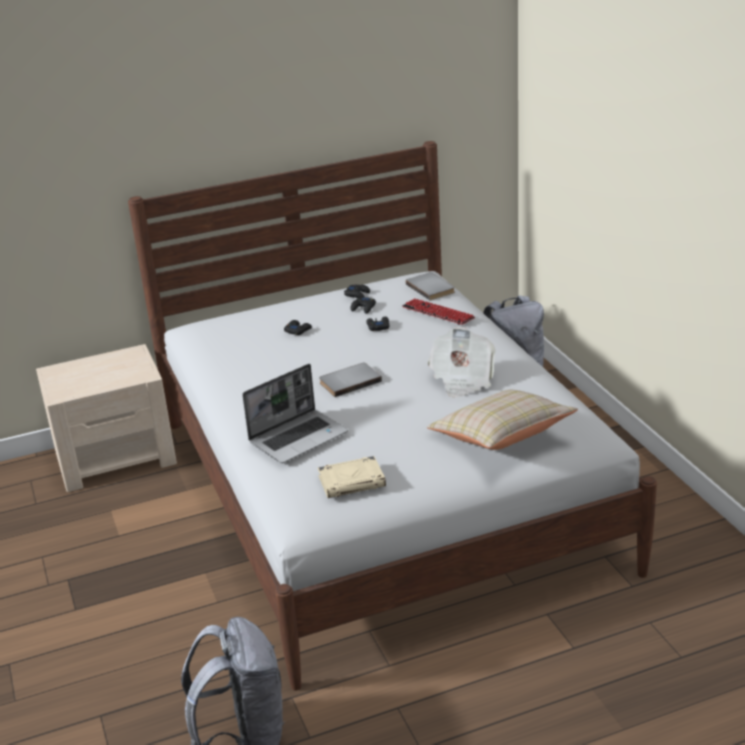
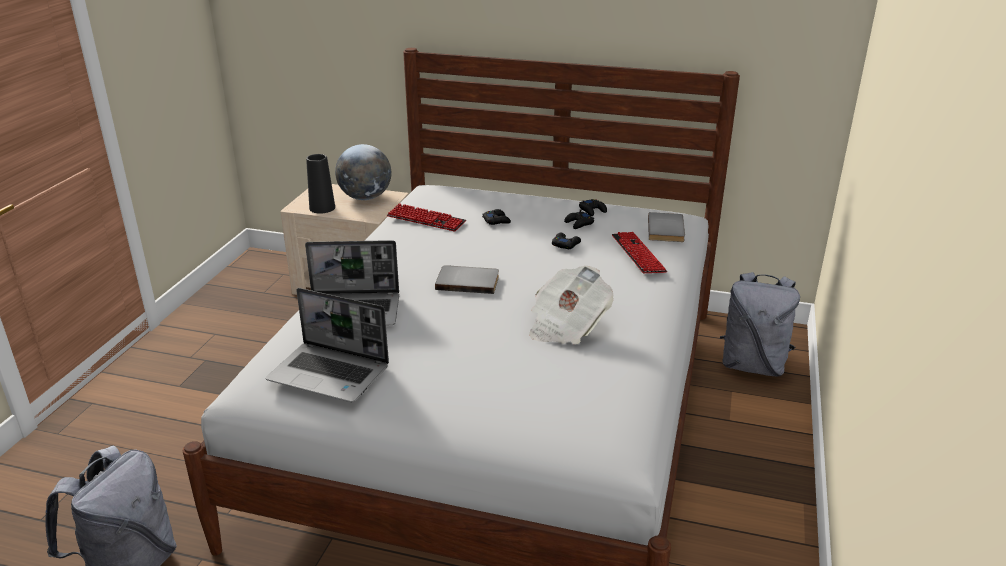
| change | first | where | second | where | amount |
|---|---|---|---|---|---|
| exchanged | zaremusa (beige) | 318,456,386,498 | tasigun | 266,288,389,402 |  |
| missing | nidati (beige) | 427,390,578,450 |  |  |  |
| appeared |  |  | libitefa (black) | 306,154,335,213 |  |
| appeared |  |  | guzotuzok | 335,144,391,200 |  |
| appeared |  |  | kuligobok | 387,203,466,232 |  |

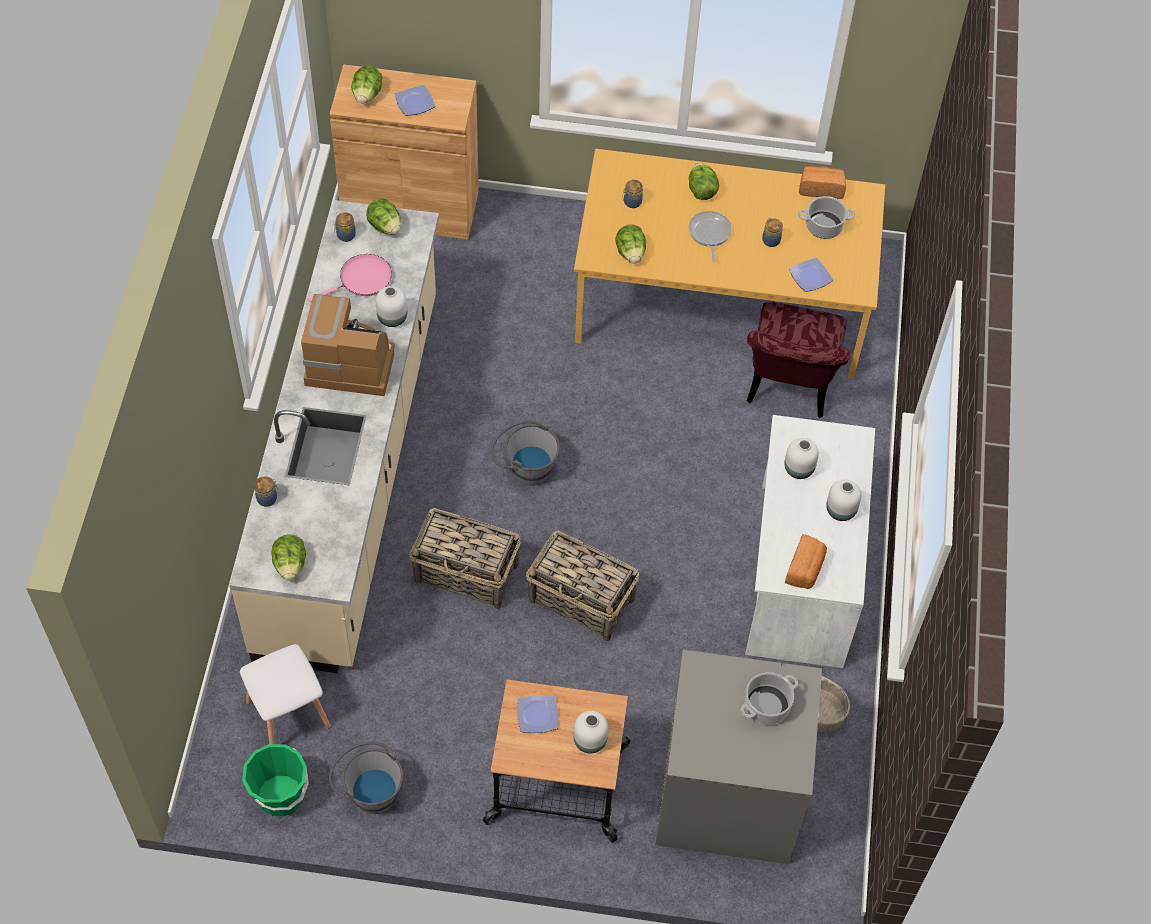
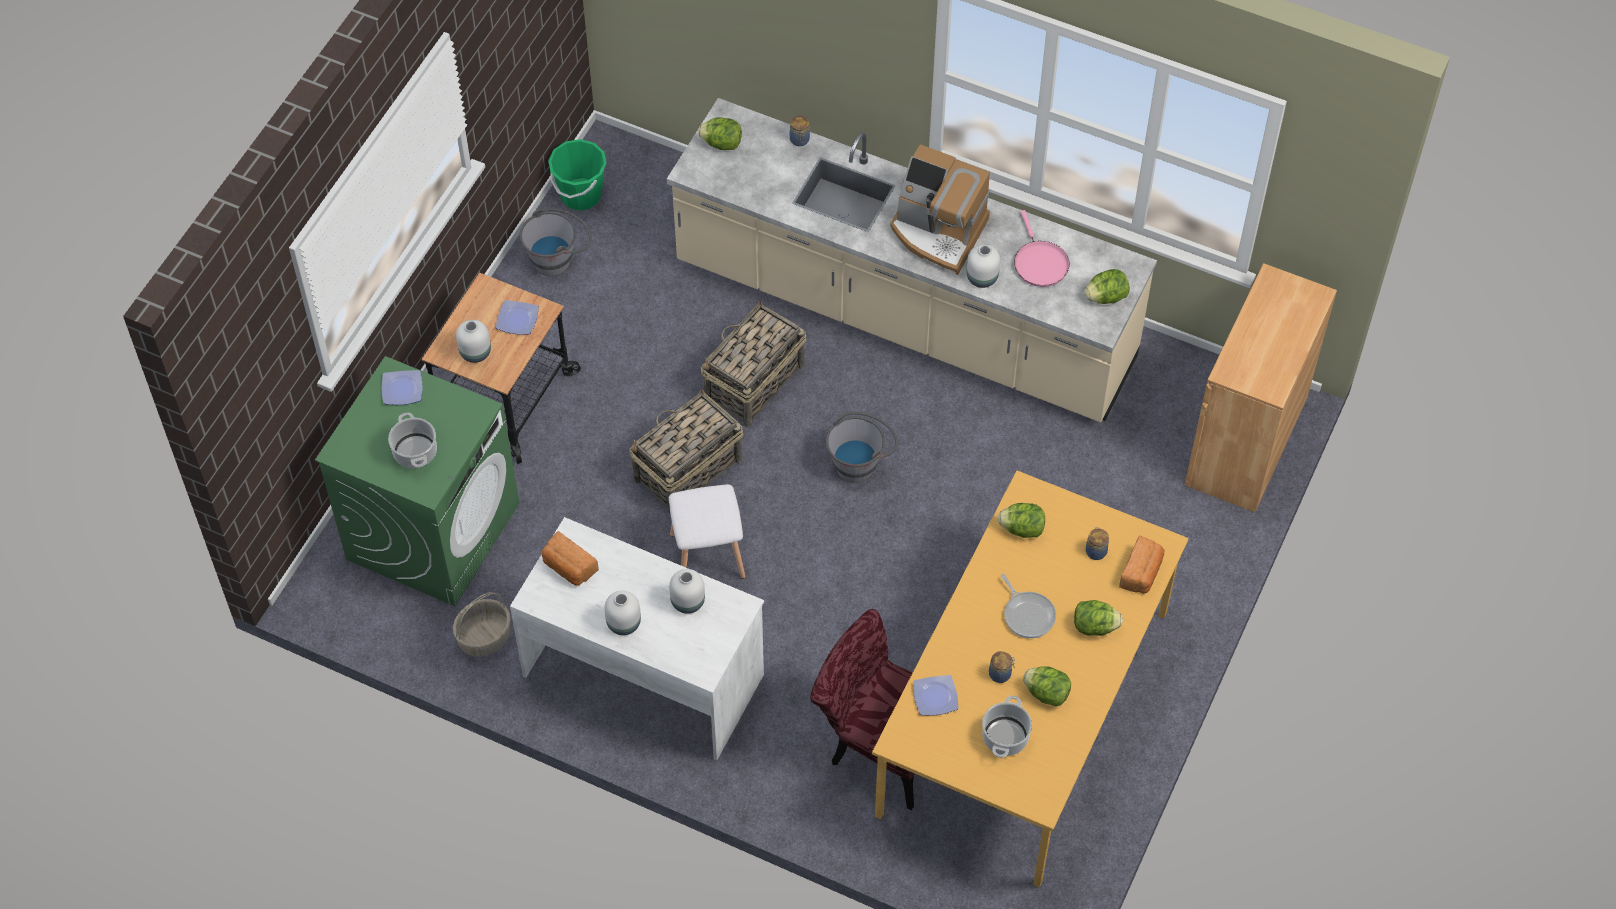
| change | first | where | second | where | amount |
|---|---|---|---|---|---|
| relocated | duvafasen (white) | 240,644,331,744 |  | 669,484,745,579 |  |
| spun | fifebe | 301,294,395,396 |  | 890,144,990,275 | 90 degrees clockwise |
| missing | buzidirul | 333,212,356,242 |  |  |  |
| relocated | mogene | 351,66,383,103 |  | 1023,666,1071,707 |  |
| relocated | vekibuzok | 395,85,435,116 |  | 382,370,423,405 |  |
| colour | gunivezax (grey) | 655,650,822,864 | gunivezax (green) | 315,356,519,606 |  |
| spun | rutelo | 689,211,732,262 |  | 1001,574,1056,638 | 45 degrees clockwise |
| relocated | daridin | 799,166,846,199 |  | 1119,535,1164,594 |  |

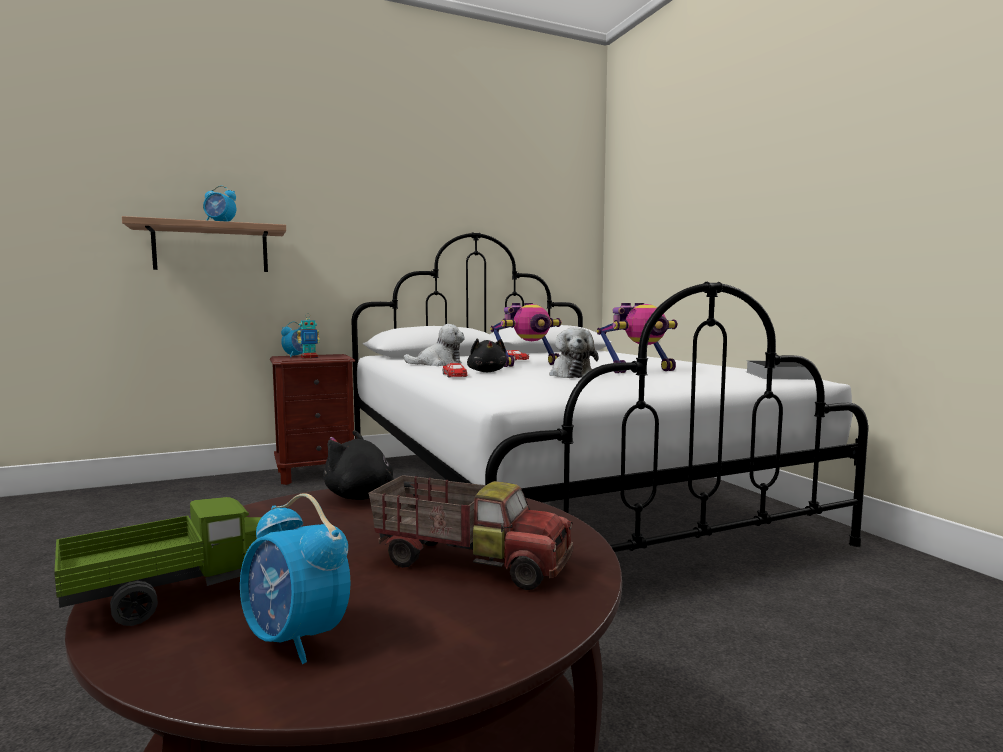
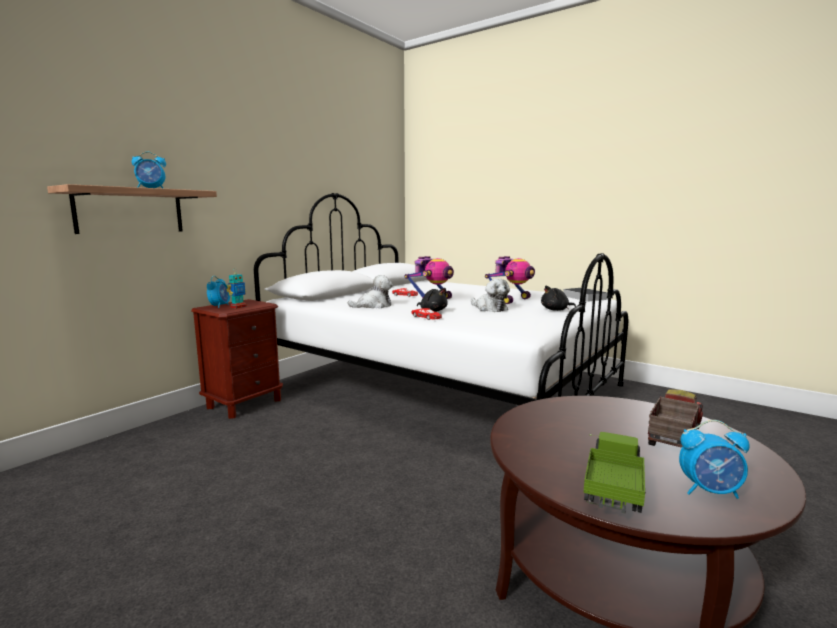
| change | first | where | second | where | amount |
|---|---|---|---|---|---|
| relocated | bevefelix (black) | 323,430,415,500 |  | 541,286,576,311 |  |
| spun | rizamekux | 368,475,573,590 |  | 648,390,703,448 | 45 degrees counterclockwise |

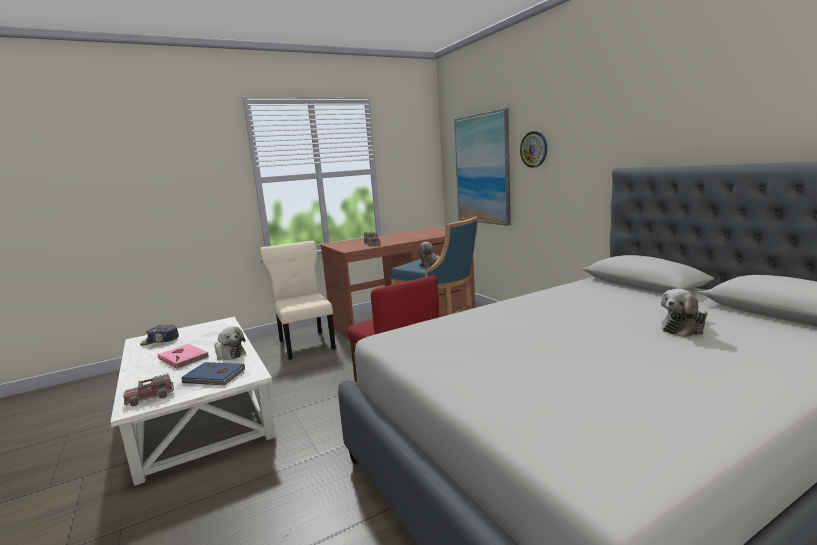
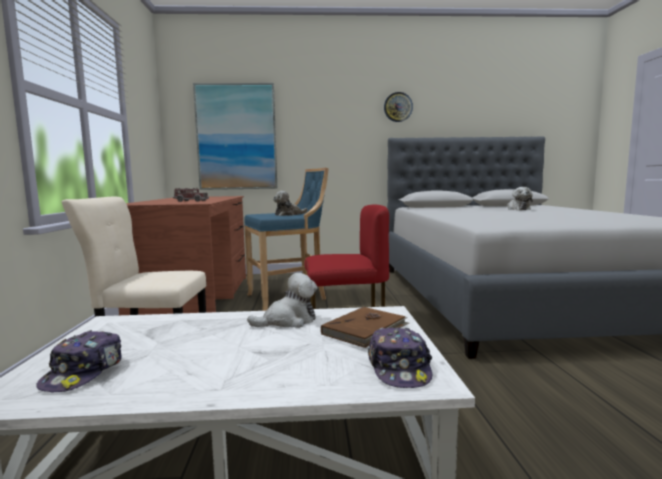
| change | first | where | second | where | amount |
|---|---|---|---|---|---|
| exchanged | rizamekux | 123,374,174,407 | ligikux | 368,327,432,388 |  |
| missing | zaremusa (pink) | 158,344,209,369 |  |  |  |
| colour | zaremusa (blue) | 181,362,245,385 | zaremusa (brown) | 321,307,409,348 |  |
| relocated | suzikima | 520,131,547,168 |  | 384,92,413,122 |  |

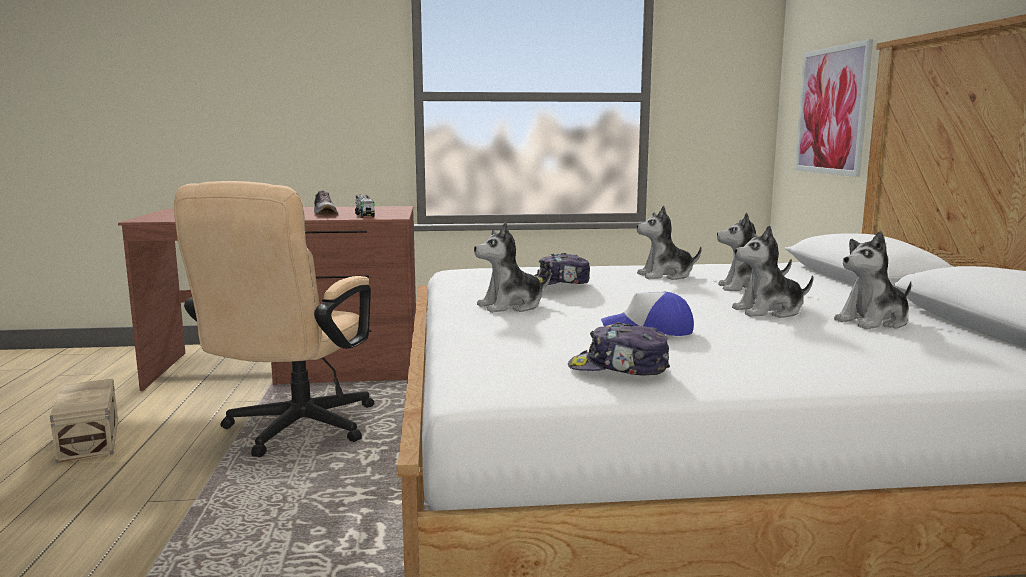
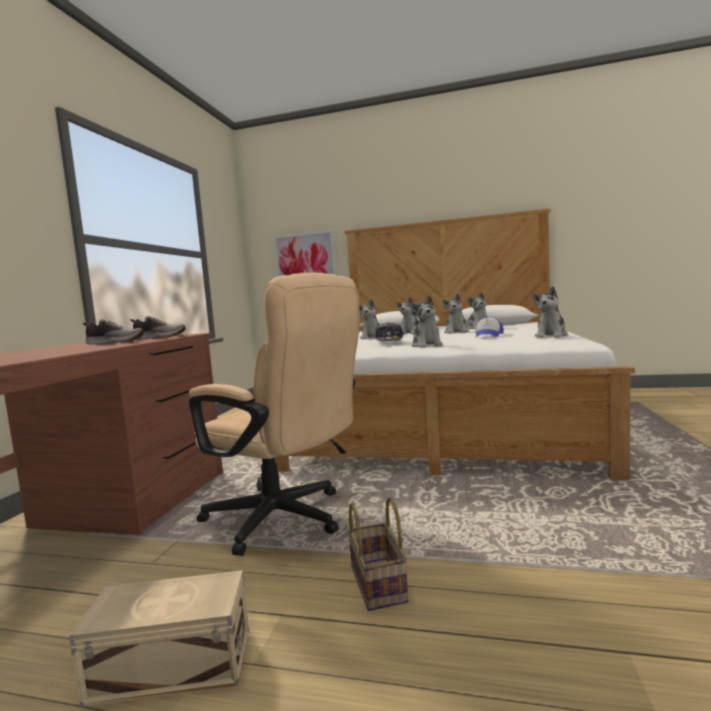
| change | first | where | second | where | amount |
|---|---|---|---|---|---|
| exchanged | rizamekux | 355,195,375,218 | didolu | 130,316,185,339 |  |
| exchanged | ligikux | 568,322,670,375 | bevefelix | 533,286,568,338 |  |
| appeared |  |  | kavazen | 347,497,408,611 |  |

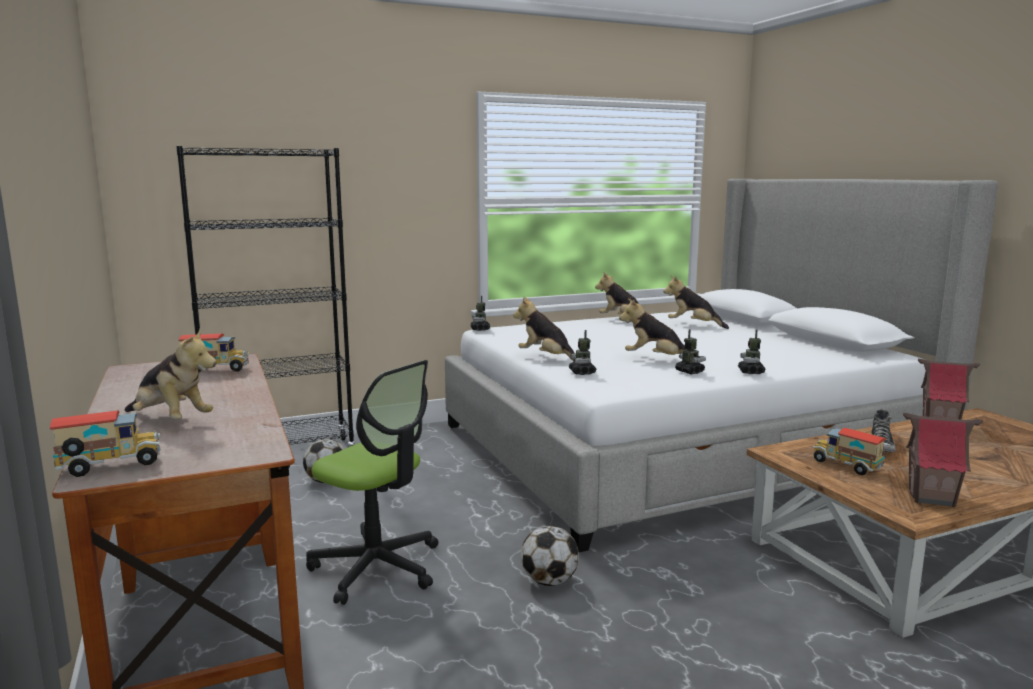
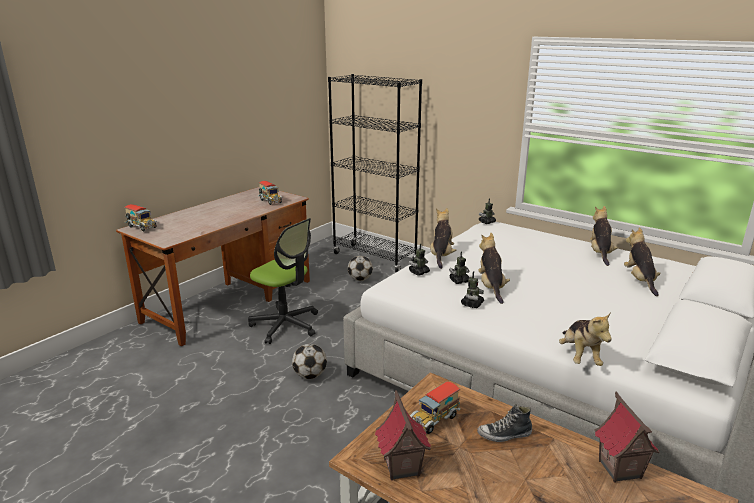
| change | first | where | second | where | amount |
|---|---|---|---|---|---|
| relocated | bevefelix | 125,329,216,419 |  | 559,312,612,366 |  |
| spun | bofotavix | 306,360,438,605 |  | 248,218,318,344 | 60 degrees counterclockwise |
| relocated | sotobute | 738,330,766,374 |  | 449,252,470,284 |  |
| spun | rizamekux | 812,428,886,475 |  | 410,381,461,434 | 150 degrees counterclockwise |

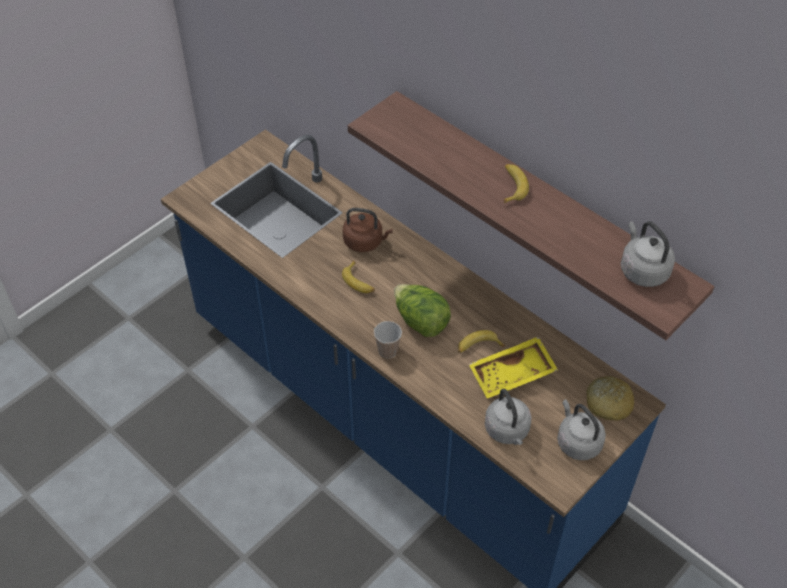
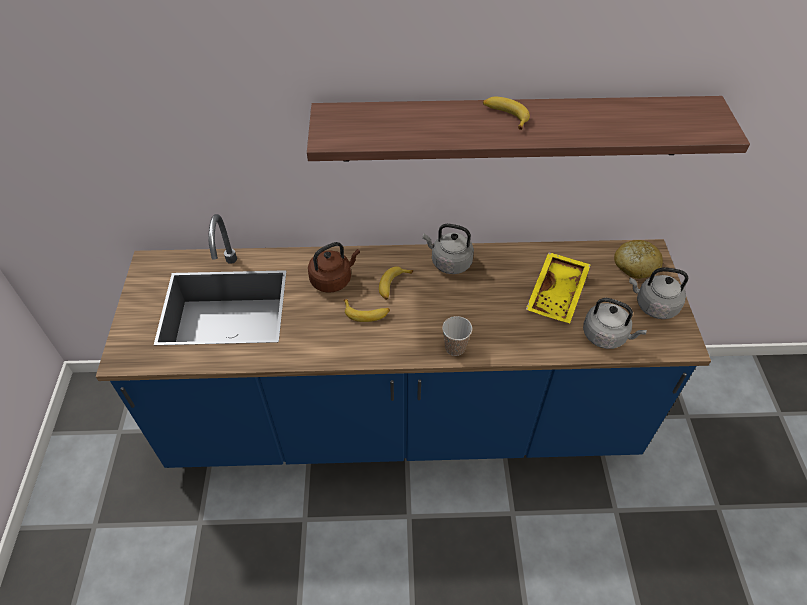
| change | first | where | second | where | amount |
|---|---|---|---|---|---|
| missing | mogene | 394,284,451,337 |  |  |  |
| relocated | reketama | 458,330,505,353 |  | 379,266,413,300 |  |
| relocated | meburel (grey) | 621,221,675,287 |  | 423,224,474,274 |  |

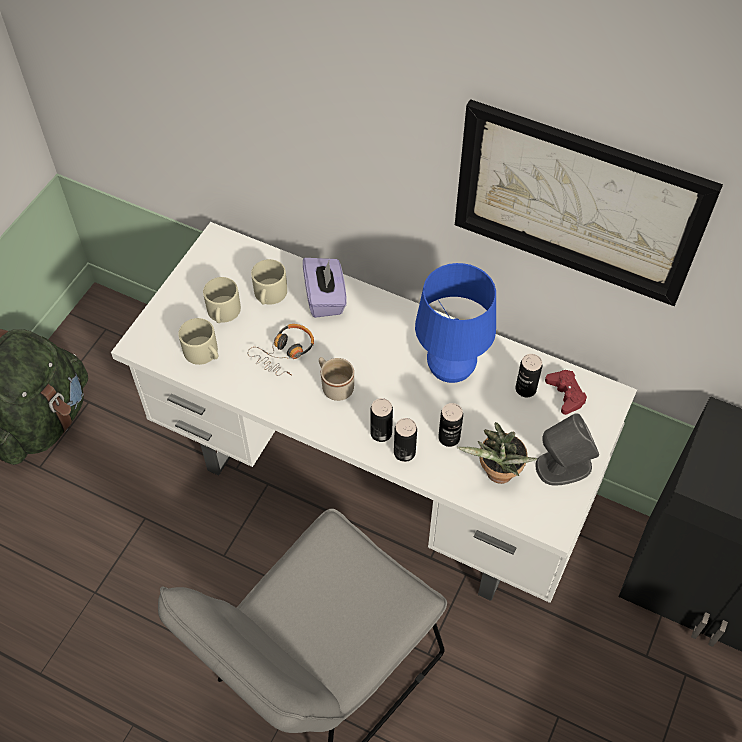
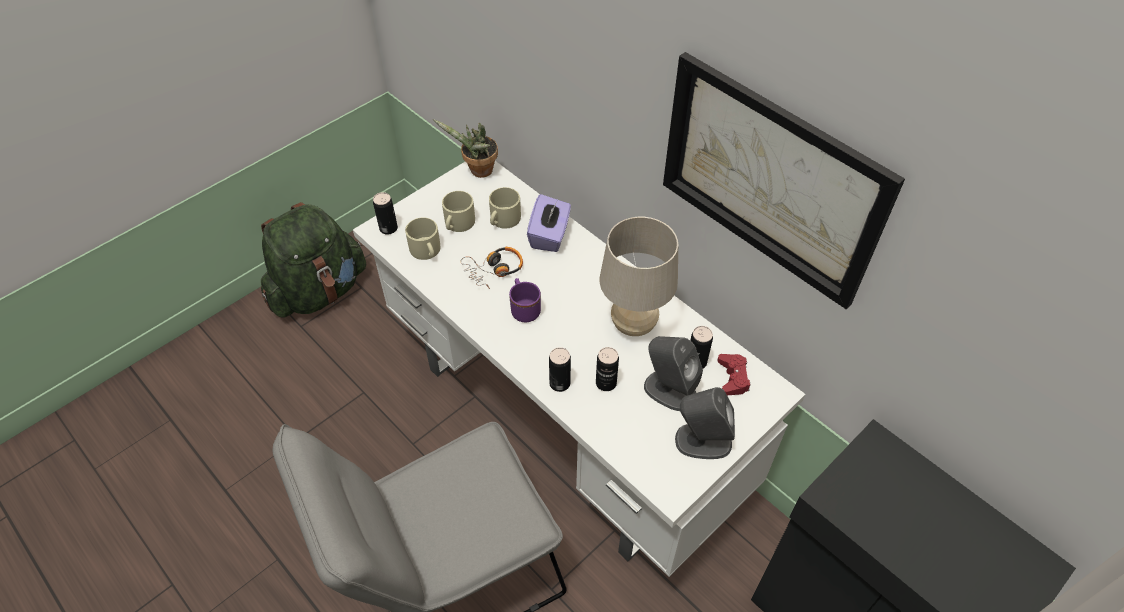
| change | first | where | second | where | amount |
|---|---|---|---|---|---|
| colour | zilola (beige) | 319,357,354,401 | zilola (purple) | 509,278,541,322 |  |
| relocated | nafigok | 370,398,393,442 |  | 373,192,398,235 |  |
| colour | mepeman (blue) | 415,263,496,383 | mepeman (beige) | 599,217,678,336 |  |
| relocated | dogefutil | 457,422,537,484 |  | 433,119,498,178 |  |
| appeared |  |  | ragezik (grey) | 644,336,703,411 |  |

